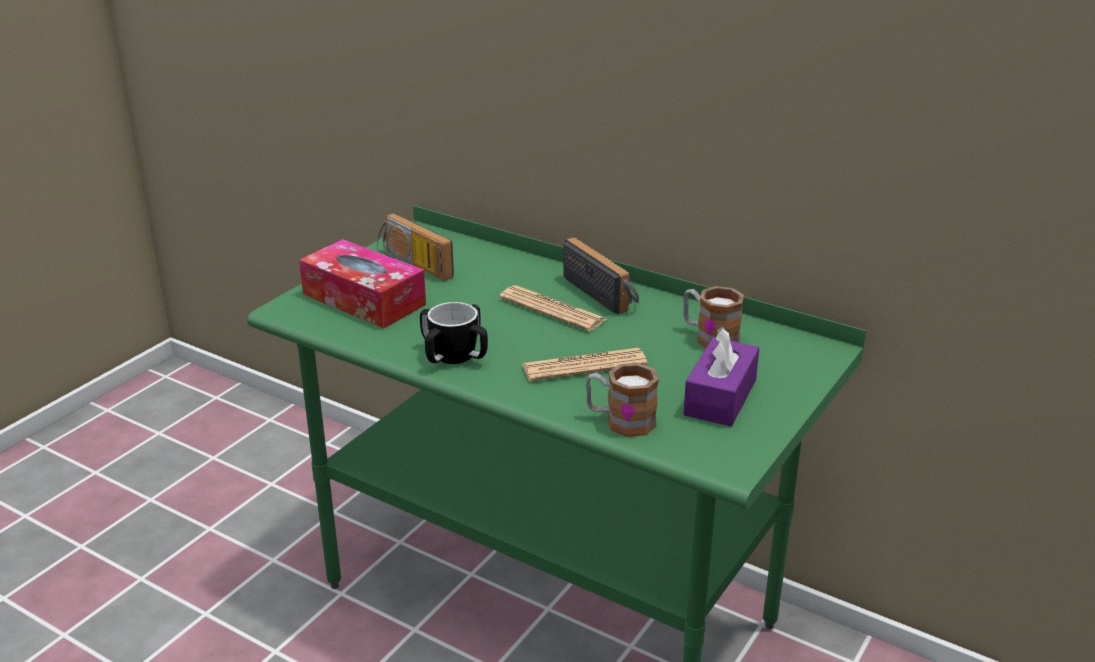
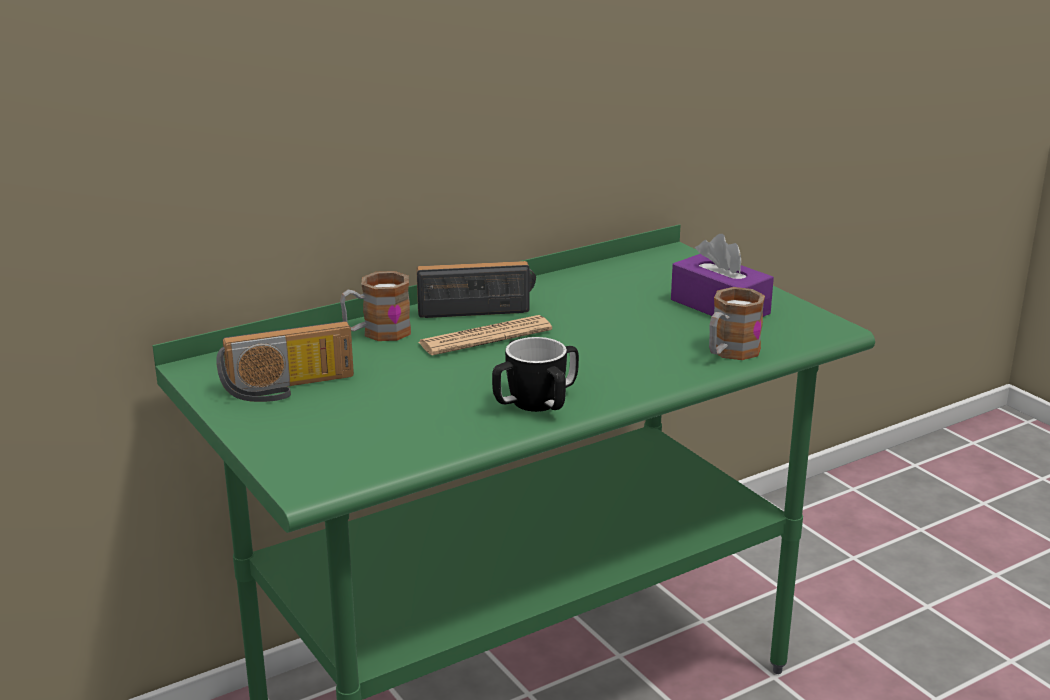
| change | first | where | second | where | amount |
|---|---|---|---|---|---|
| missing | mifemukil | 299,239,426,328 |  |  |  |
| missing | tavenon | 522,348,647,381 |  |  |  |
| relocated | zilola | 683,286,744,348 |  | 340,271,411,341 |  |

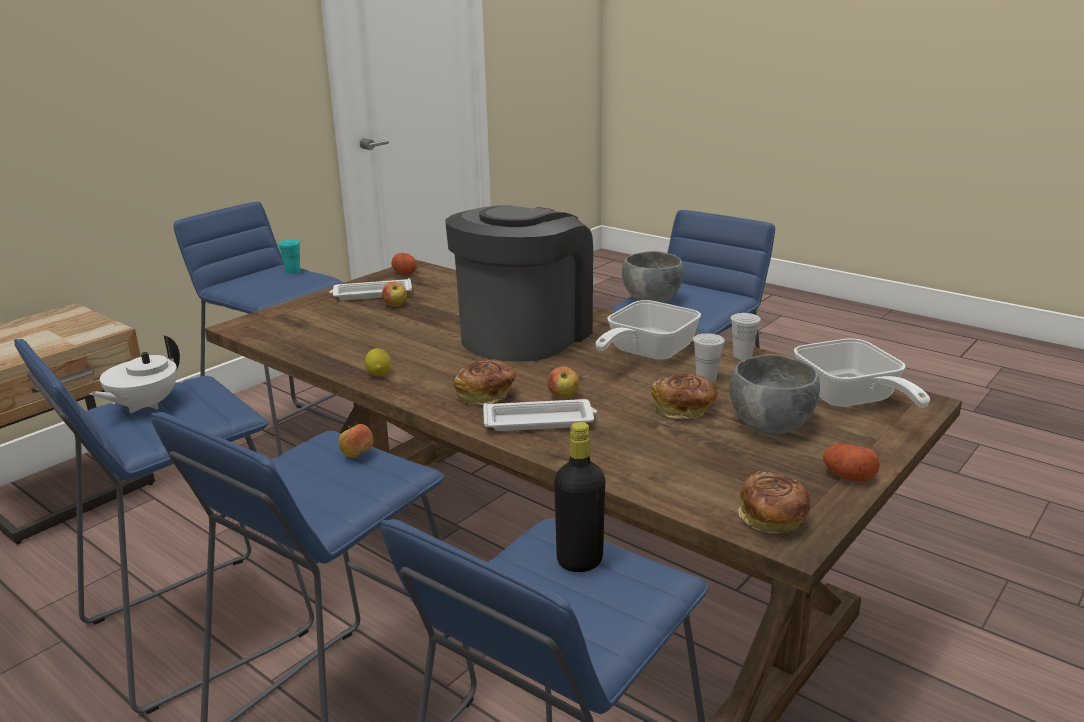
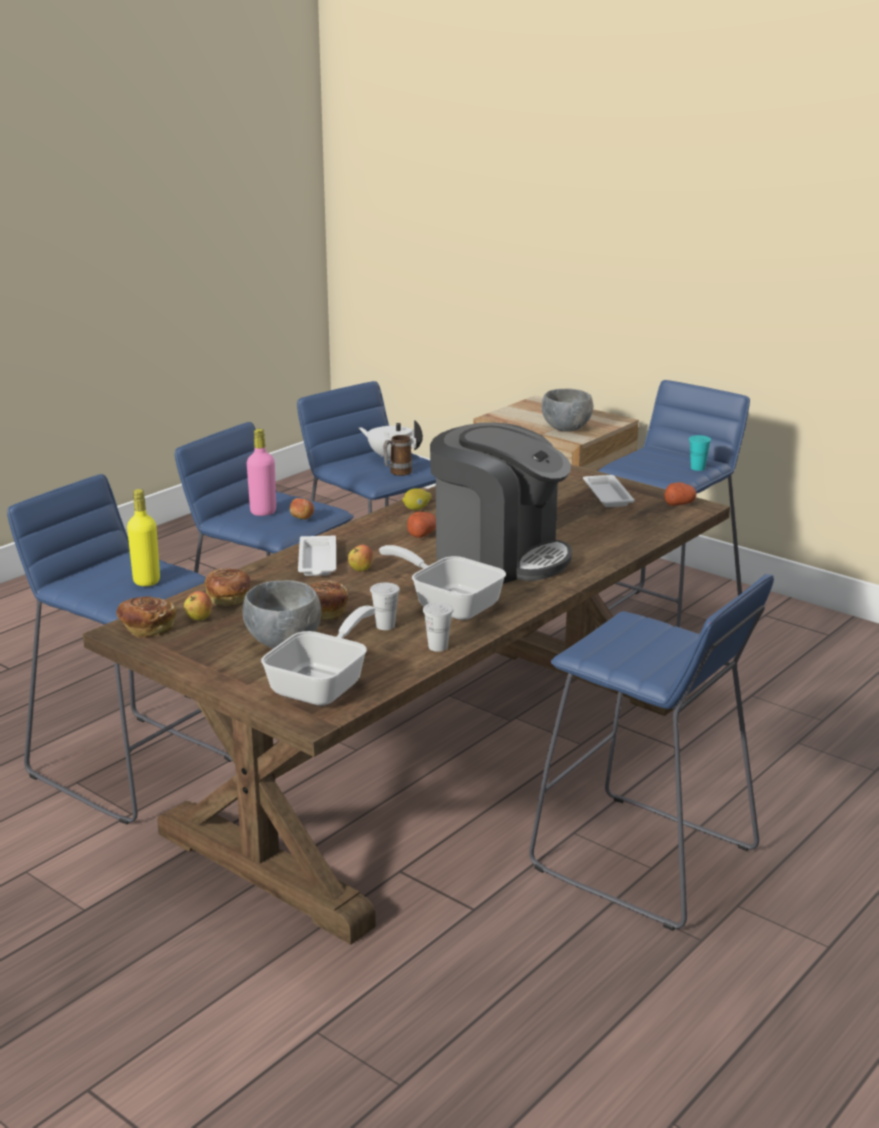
| change | first | where | second | where | amount |
|---|---|---|---|---|---|
| relocated | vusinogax | 382,282,407,306 |  | 184,591,212,621 |  |
| relocated | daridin | 453,360,516,405 |  | 205,568,250,606 |  |
| colour | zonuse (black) | 554,422,605,572 | zonuse (yellow) | 127,489,160,586 |  |
| relocated | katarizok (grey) | 622,251,684,303 |  | 542,389,594,432 |  |
| spun | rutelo | 794,338,930,408 |  | 261,606,375,706 | 135 degrees clockwise |
| relocated | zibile | 823,444,880,482 |  | 407,511,436,538 |  |
| appeared |  |  | zonuse (pink) | 247,429,276,516 |  |
| appeared |  |  | zilola | 383,435,412,476 |  |

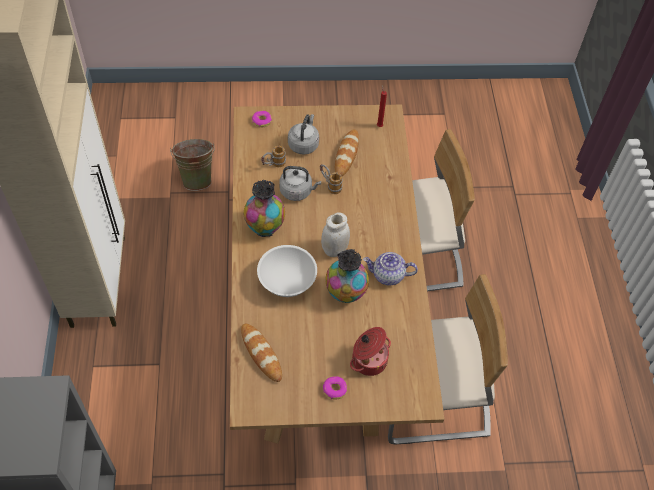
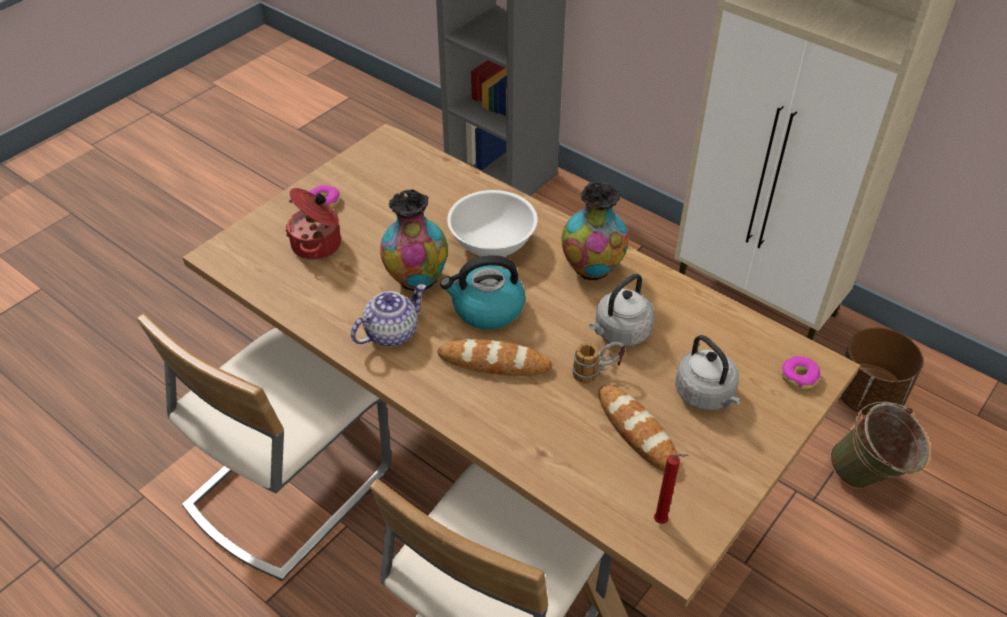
| change | first | where | second | where | amount |
|---|---|---|---|---|---|
| relocated | daridin | 241,324,282,382 |  | 437,339,552,376 |  |
| missing | zilola | 261,146,286,167 |  |  |  |
| exchanged | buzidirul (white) | 321,212,350,257 | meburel | 440,255,525,329 |  |
| appeared |  |  | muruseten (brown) | 840,328,923,415 |  |

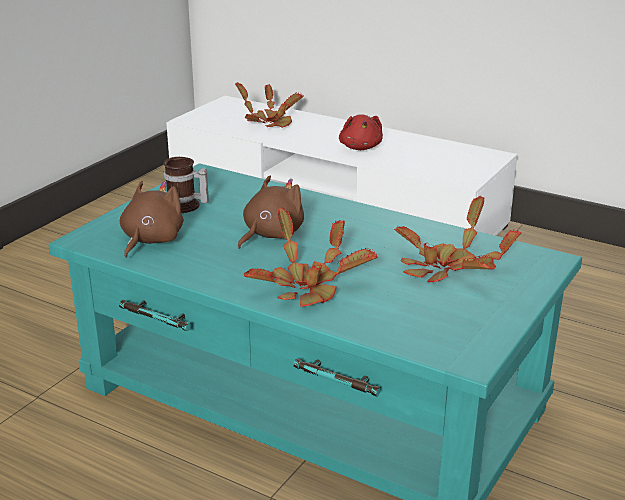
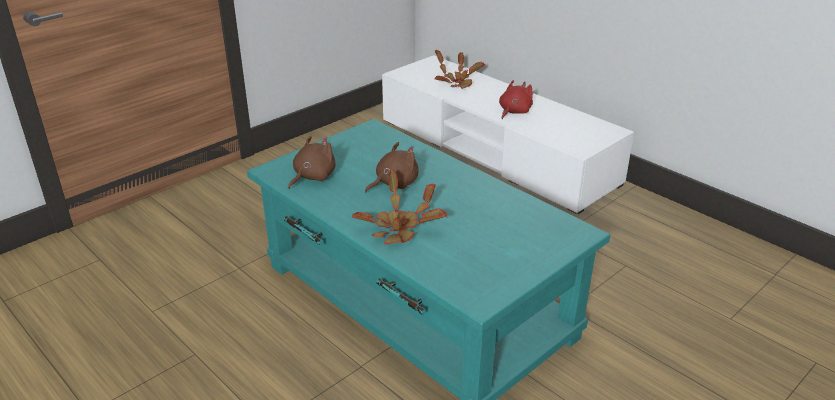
| change | first | where | second | where | amount |
|---|---|---|---|---|---|
| missing | zilola | 163,157,209,213 |  |  |  |
| spun | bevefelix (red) | 339,114,383,150 |  | 499,80,533,119 | 150 degrees counterclockwise |
| missing | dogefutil | 394,196,521,282 |  |  |  |

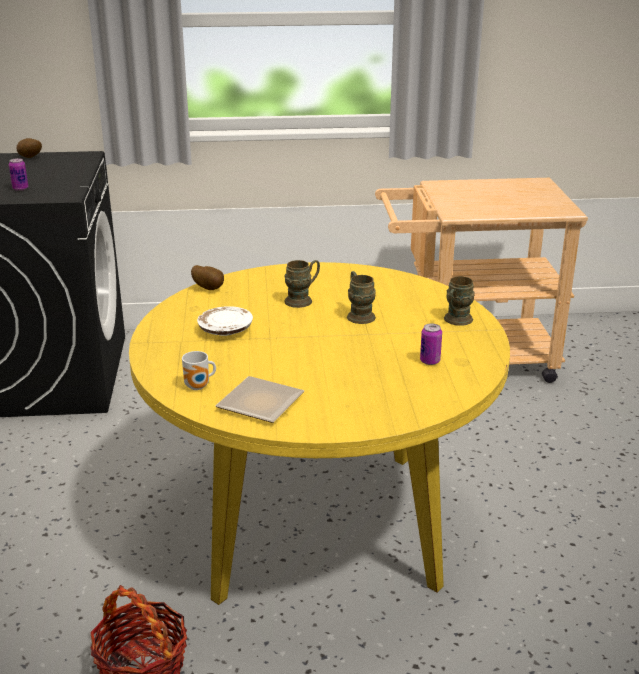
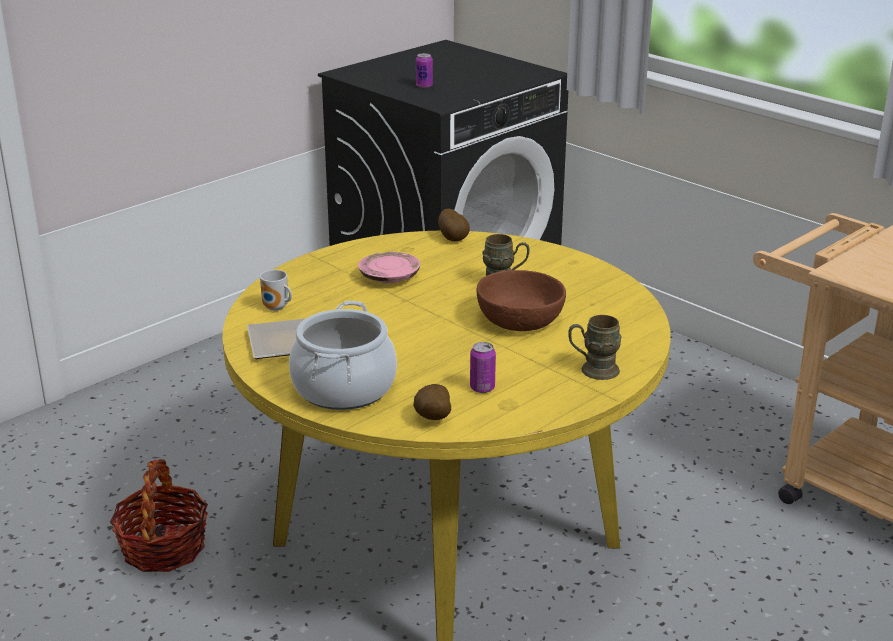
| change | first | where | second | where | amount |
|---|---|---|---|---|---|
| relocated | zibile | 16,138,42,158 |  | 414,384,451,420 |  |
| colour | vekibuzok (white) | 197,306,253,336 | vekibuzok (pink) | 358,252,420,283 |  |
| exchanged | zilola (brown) | 347,271,376,324 | katarizok (brown) | 477,270,566,331 |  |
| appeared |  |  | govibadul | 289,301,397,410 |  |

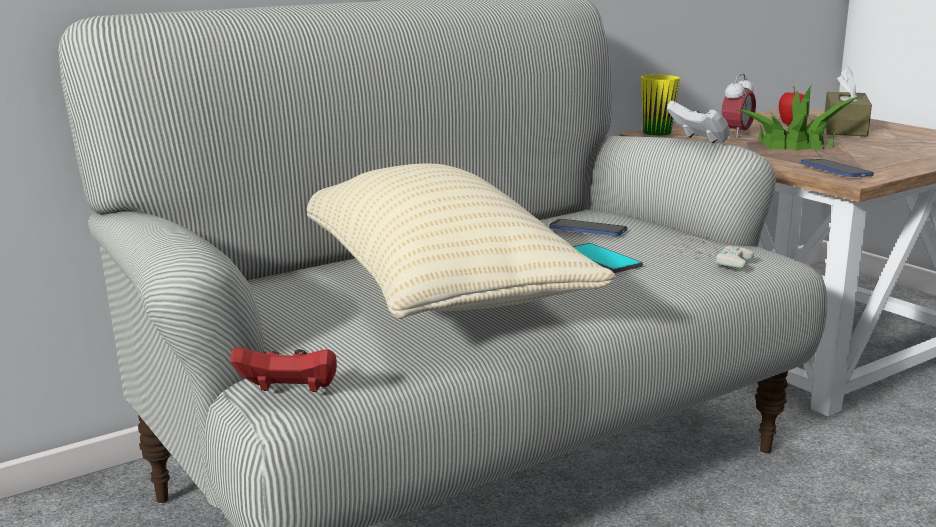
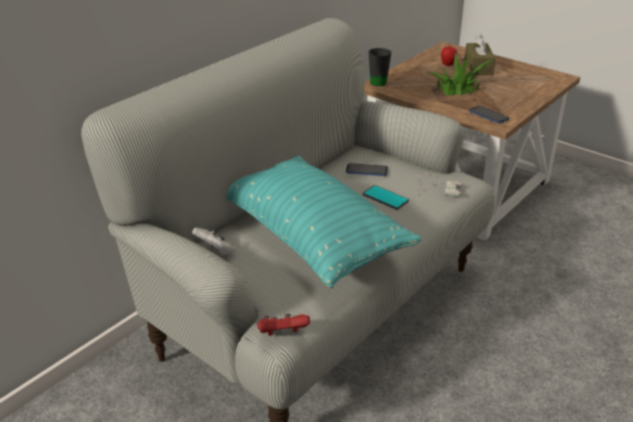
| change | first | where | second | where | amount |
|---|---|---|---|---|---|
| colour | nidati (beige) | 307,164,616,319 | nidati (turquoise) | 227,156,422,288 |  |
| colour | zilola (yellow) | 641,75,680,135 | zilola (black) | 369,48,392,86 |  |
| relocated | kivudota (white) | 667,101,730,143 |  | 192,227,235,256 |  |
| missing | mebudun | 721,74,756,137 |  |  |  |

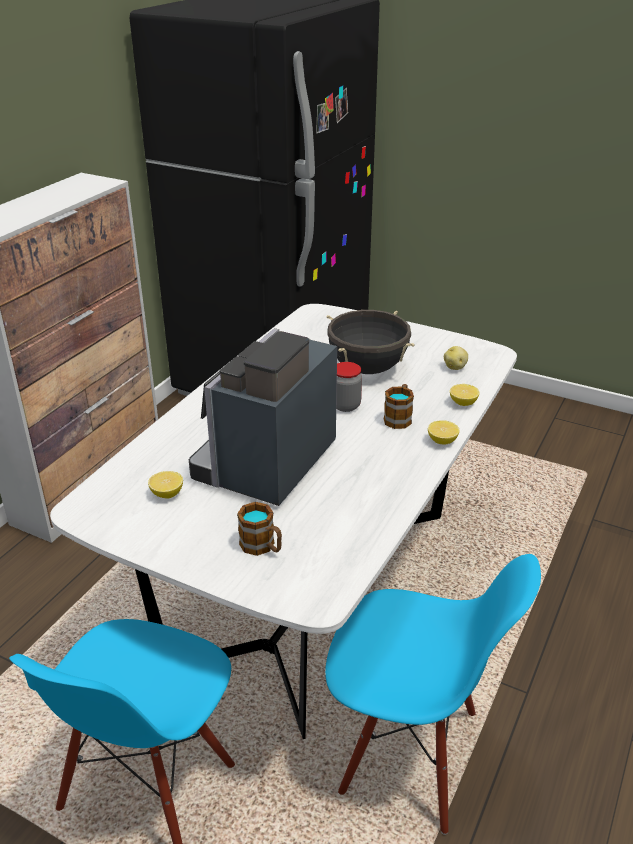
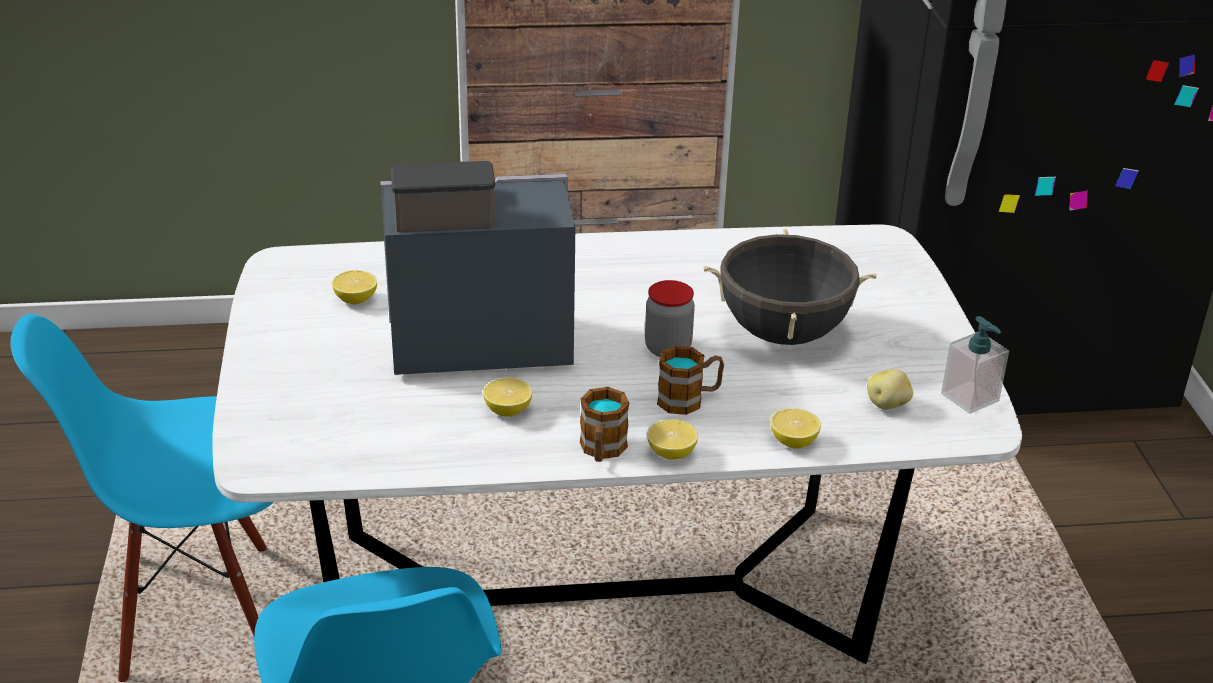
| change | first | where | second | where | amount |
|---|---|---|---|---|---|
| relocated | zilola | 237,502,282,556 |  | 580,387,629,462 |  |
| appeared |  |  | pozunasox | 483,377,532,417 |  |
| appeared |  |  | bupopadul | 941,316,1009,414 |  |

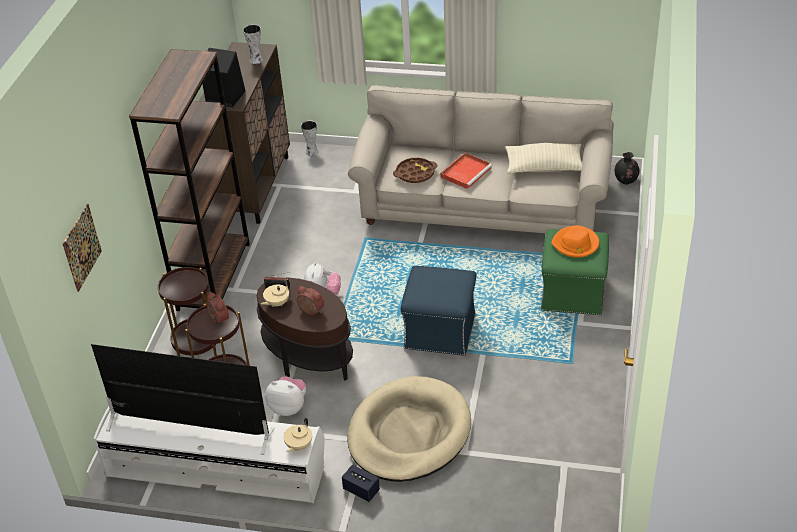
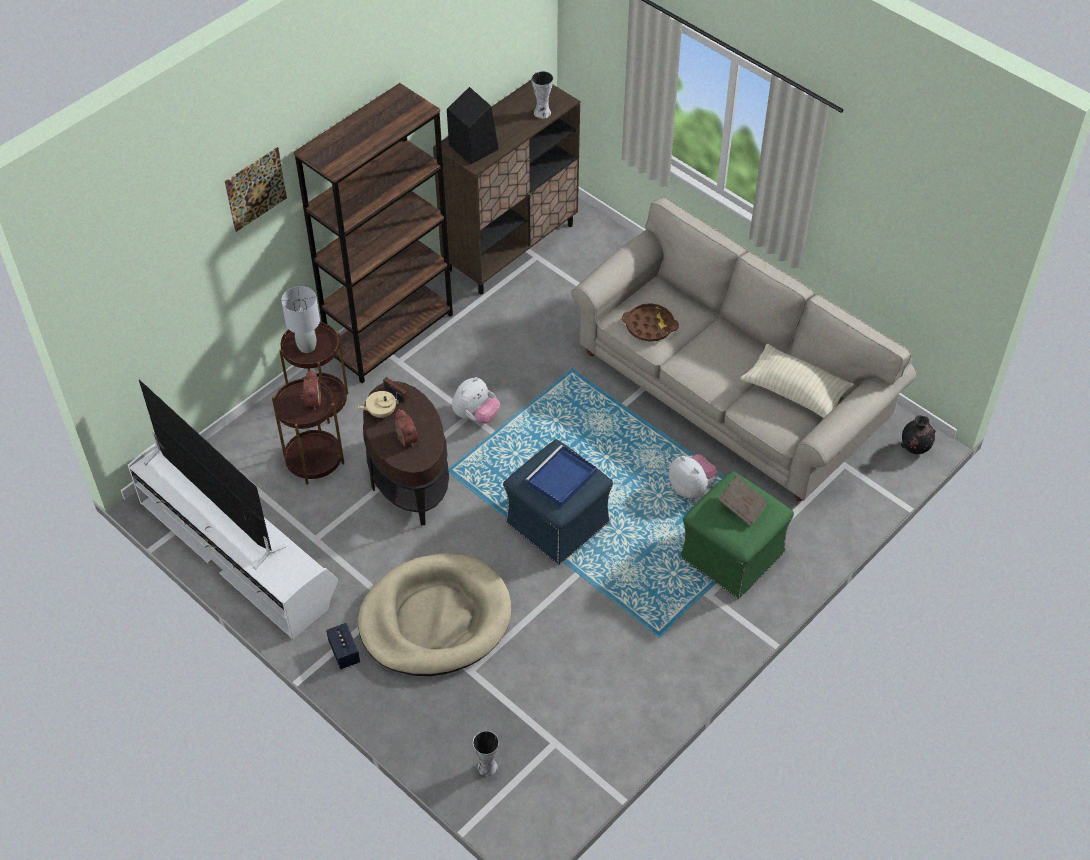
| change | first | where | second | where | amount |
|---|---|---|---|---|---|
| relocated | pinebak | 63,204,102,292 |  | 225,147,287,232 |  |
| relocated | bevefelix | 265,376,306,416 |  | 669,454,718,498 |  |
| missing | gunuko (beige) | 283,418,312,452 |  |  |  |
| relocated | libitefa | 301,121,318,156 |  | 473,731,499,777 |  |
| missing | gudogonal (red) | 440,153,493,189 |  |  |  |
| exchanged | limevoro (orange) | 551,225,599,258 | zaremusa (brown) | 718,475,768,526 |  |
| appeared |  |  | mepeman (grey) | 281,286,320,353 |  |
| appeared |  |  | gudogonal (blue) | 525,445,597,507 |  |

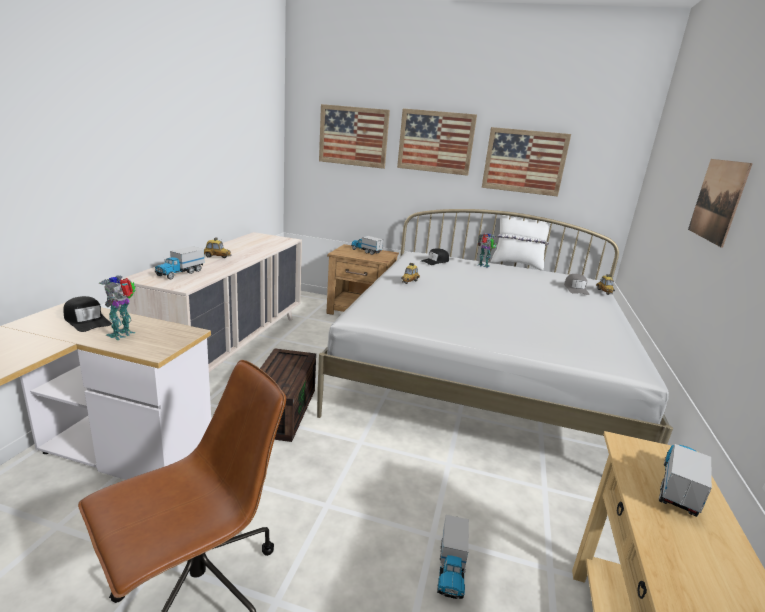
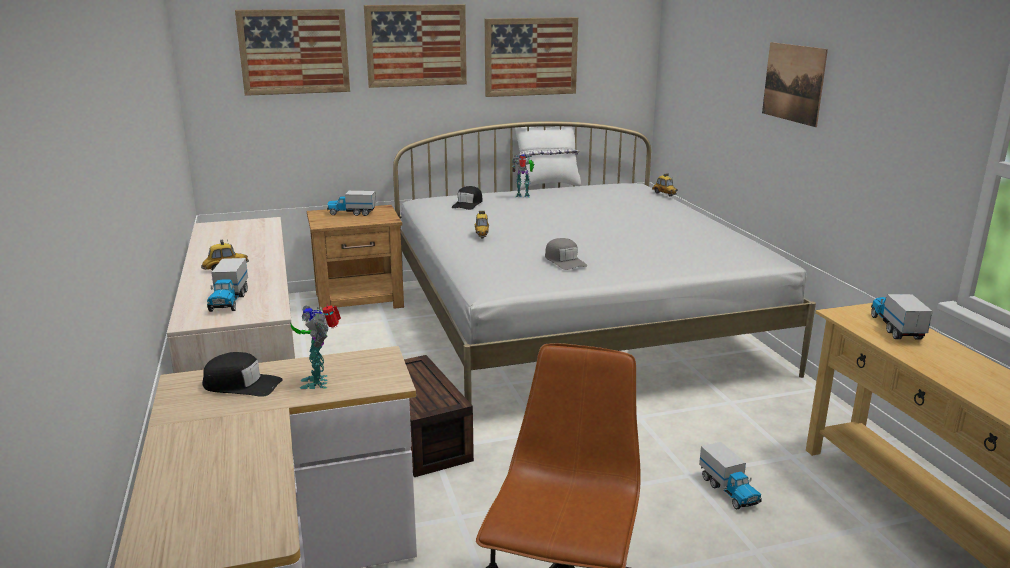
| change | first | where | second | where | amount |
|---|---|---|---|---|---|
| relocated | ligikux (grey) | 564,274,590,295 |  | 545,238,587,270 |  |

